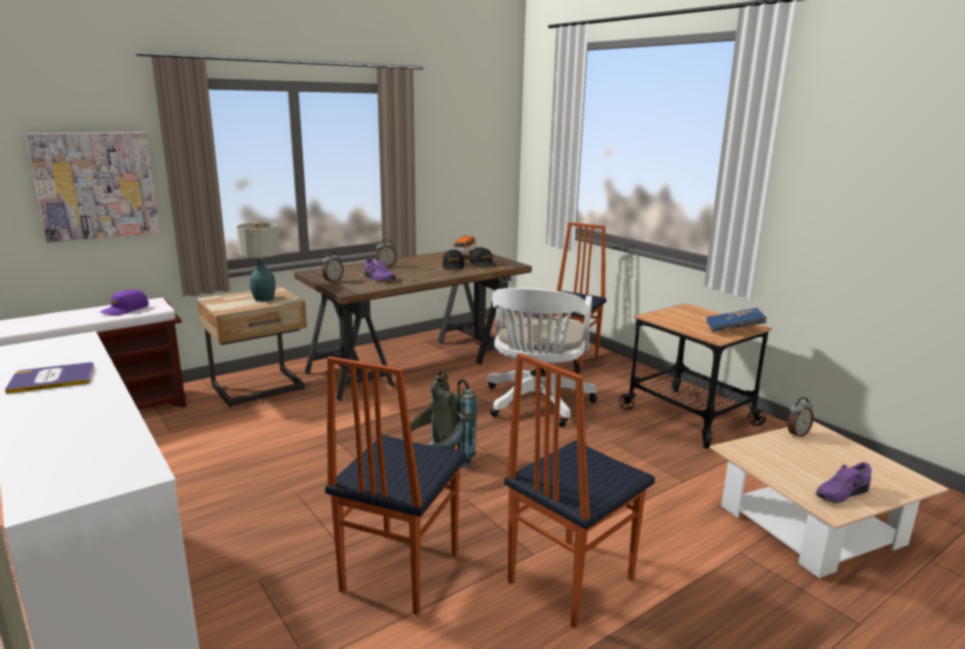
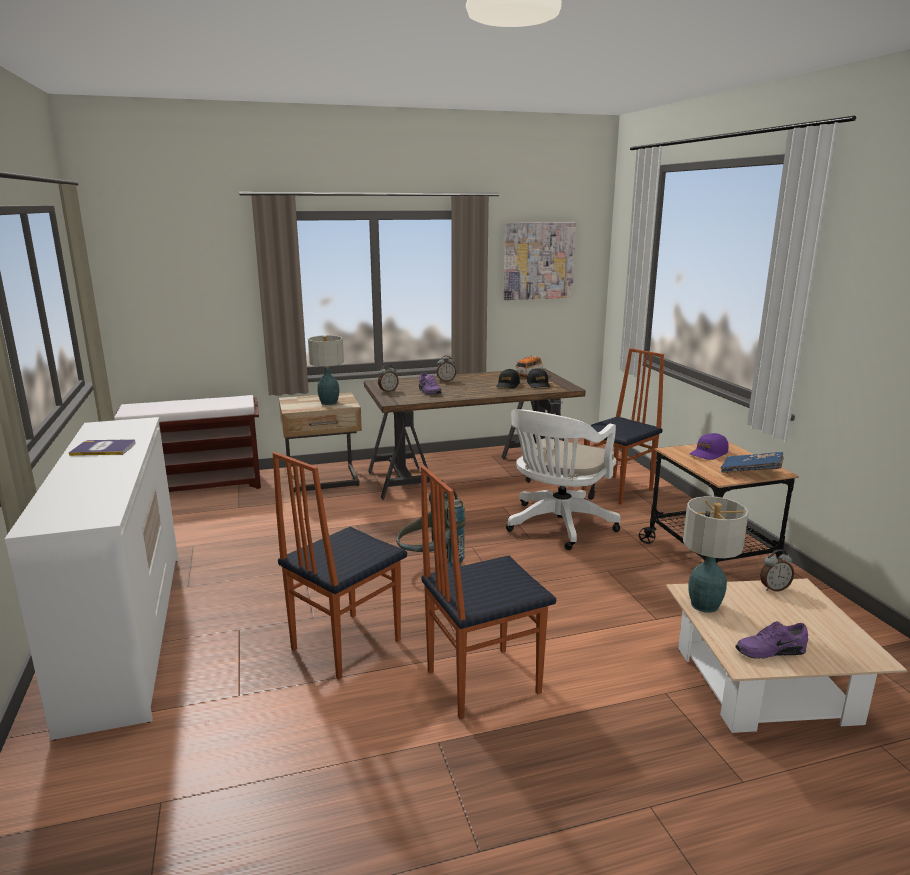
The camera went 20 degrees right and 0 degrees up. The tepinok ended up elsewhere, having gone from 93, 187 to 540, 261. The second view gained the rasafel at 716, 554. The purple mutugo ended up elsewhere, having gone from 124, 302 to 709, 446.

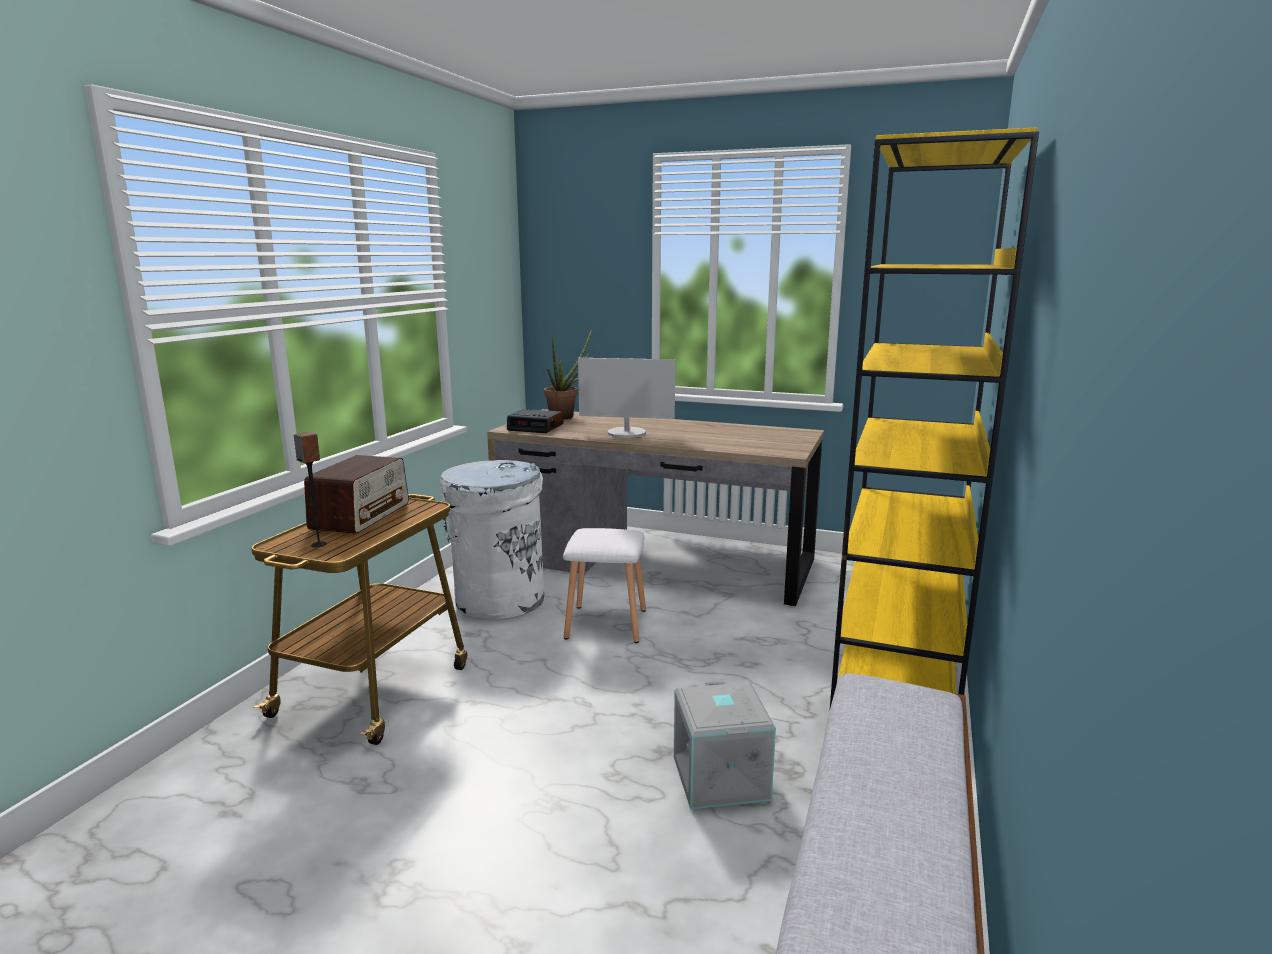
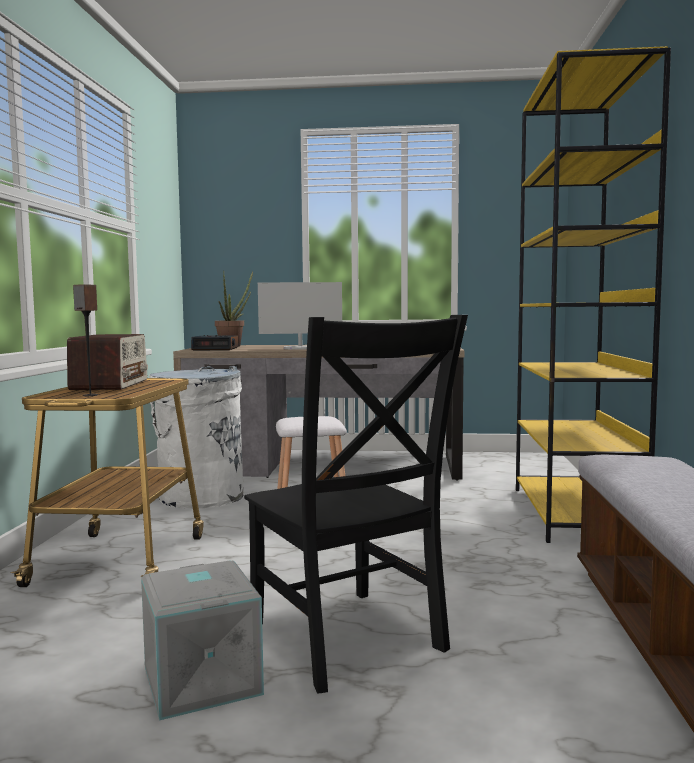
The camera went 15 degrees left and 10 degrees down. The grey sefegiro ended up elsewhere, having gone from 725, 745 to 202, 640. The second view gained the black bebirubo at 356, 504.

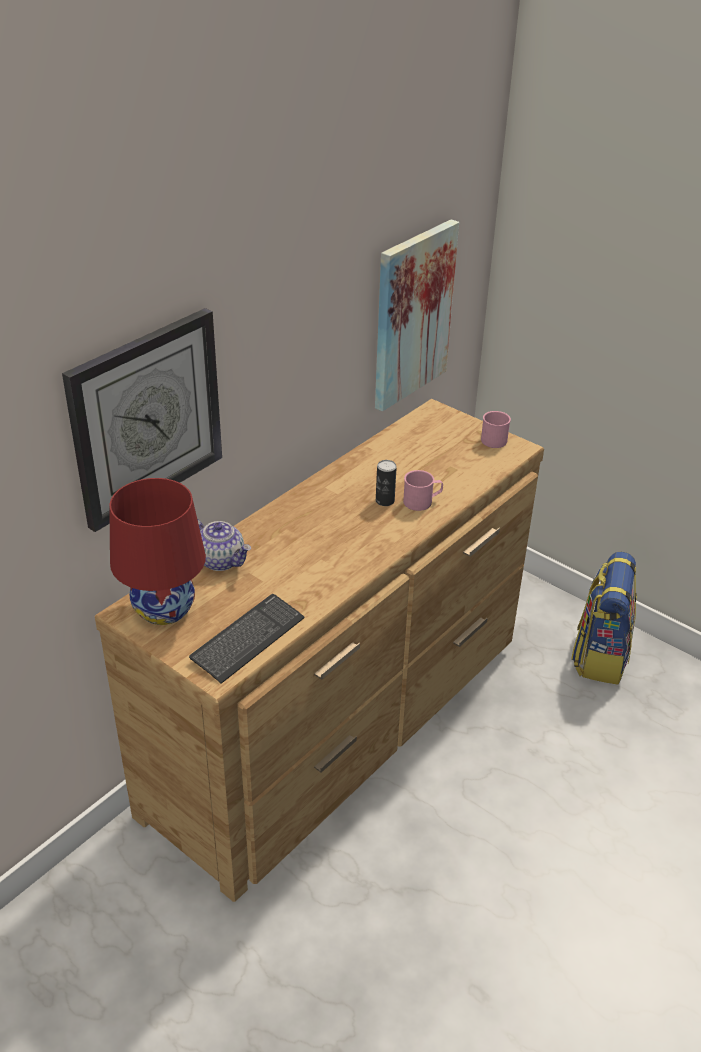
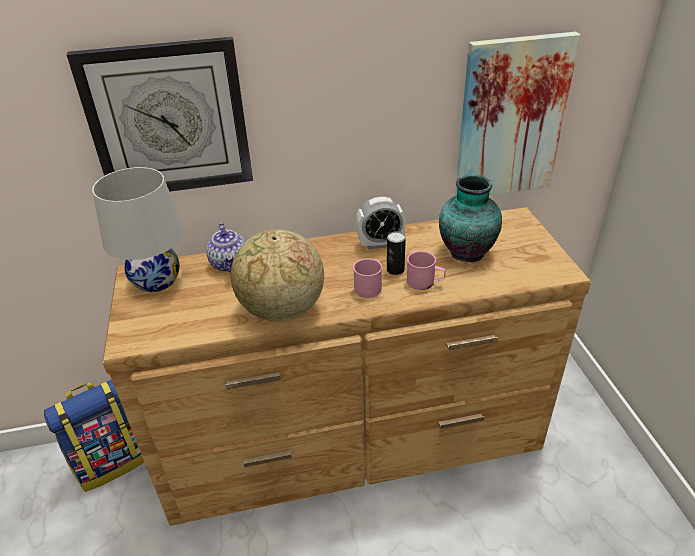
The camera went 40 degrees right and 0 degrees up. The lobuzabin ended up elsewhere, having gone from 604, 618 to 94, 435. What was the red rasafel at 157, 551 turned into the white rasafel at 138, 229. The second view gained the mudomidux at 277, 275. The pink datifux ended up elsewhere, having gone from 496, 429 to 367, 278. The second view gained the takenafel at 381, 223. The second view gained the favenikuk at 470, 218. The second view lost the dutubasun at 247, 639.

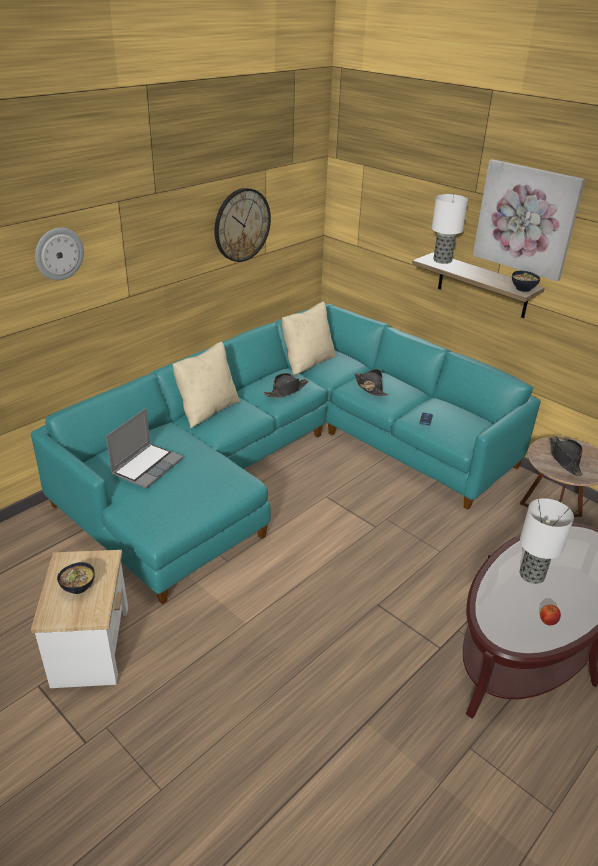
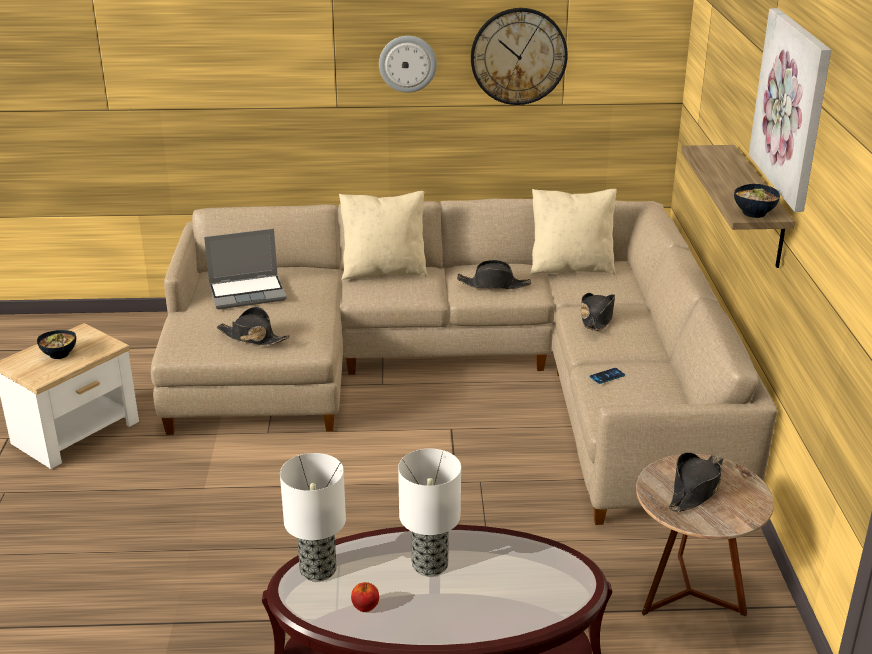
The camera went 45 degrees right and 5 degrees down. What was the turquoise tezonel at 286, 454 turned into the beige tezonel at 464, 362. The second view gained the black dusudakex at 253, 326. The rasafel ended up elsewhere, having gone from 450, 229 to 313, 517. The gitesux ended up elsewhere, having gone from 59, 254 to 408, 64.

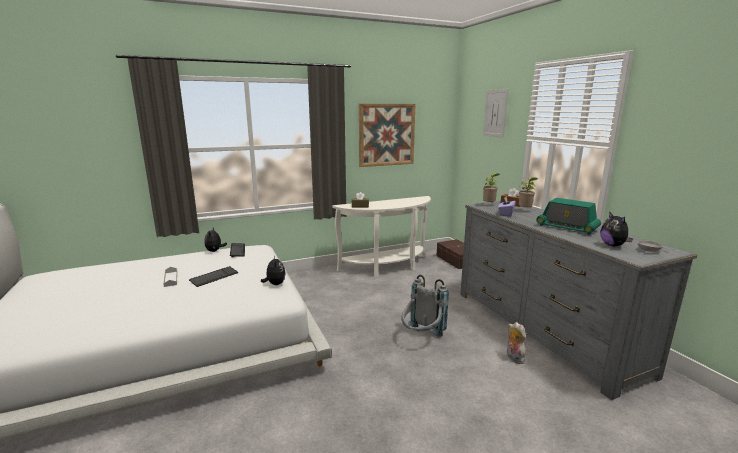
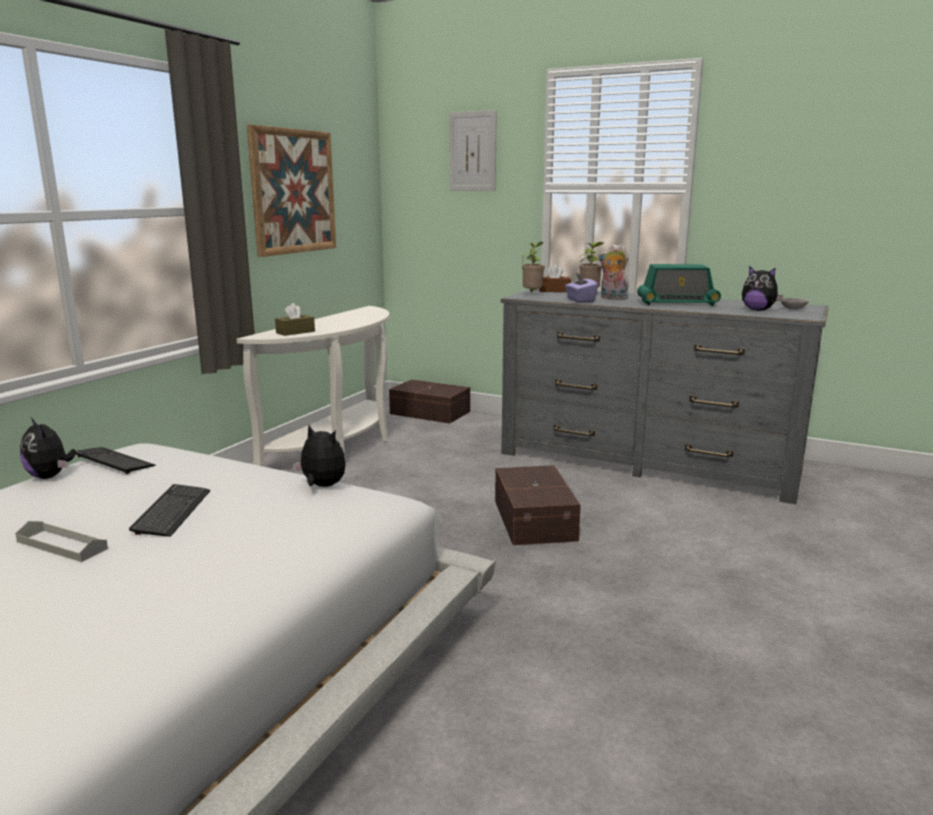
The camera went 40 degrees left and 0 degrees up. Where the grey lobuzabin stood at 425, 306, the brown sefegiro came to stand at 538, 505. The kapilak ended up elsewhere, having gone from 516, 343 to 613, 272.

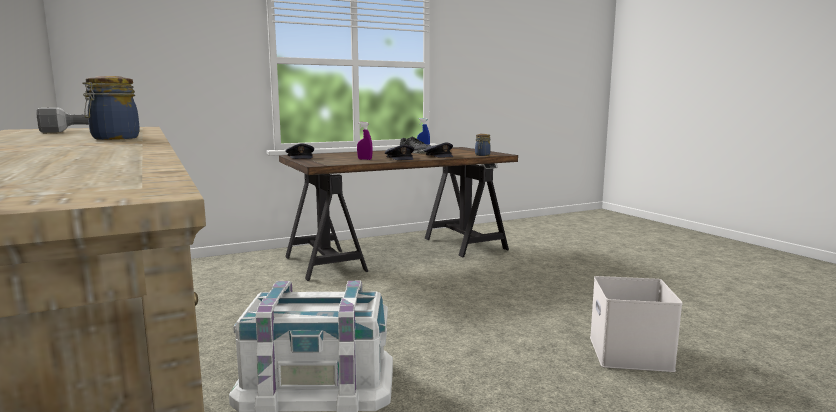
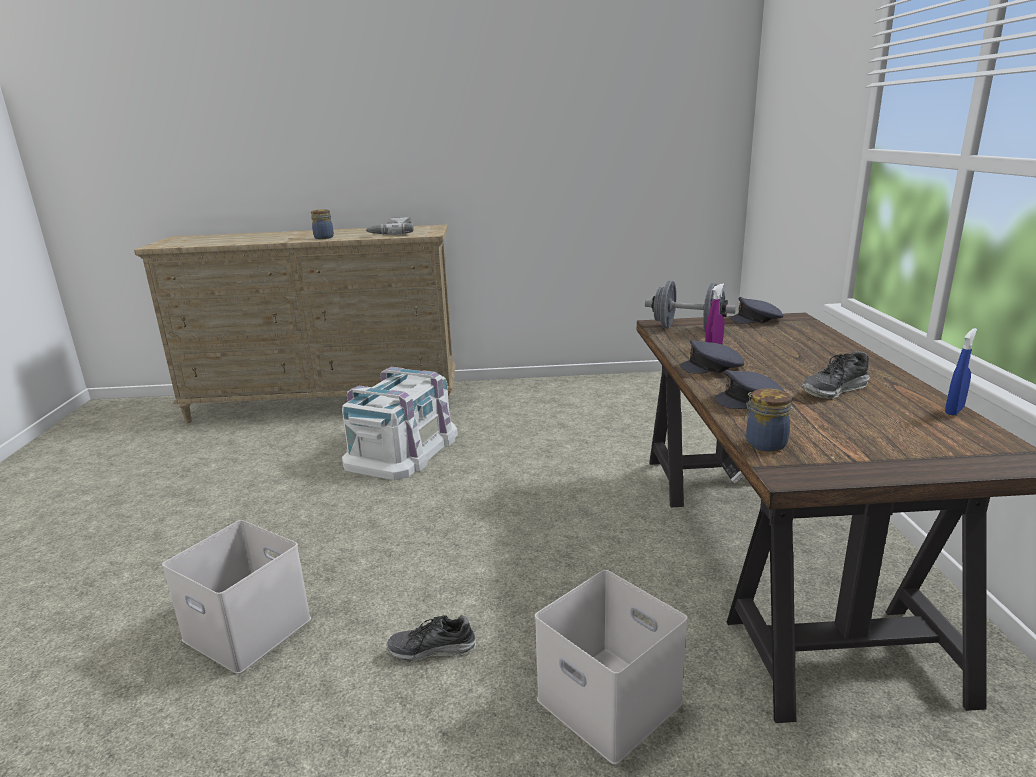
The camera went 115 degrees right and 10 degrees up. The second view gained the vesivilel at 431, 638. The second view gained the white sefegiro at 611, 667. The second view gained the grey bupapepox at 690, 306.

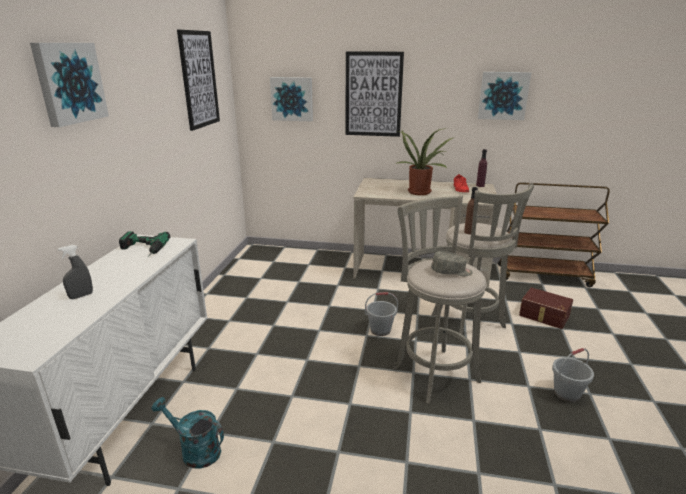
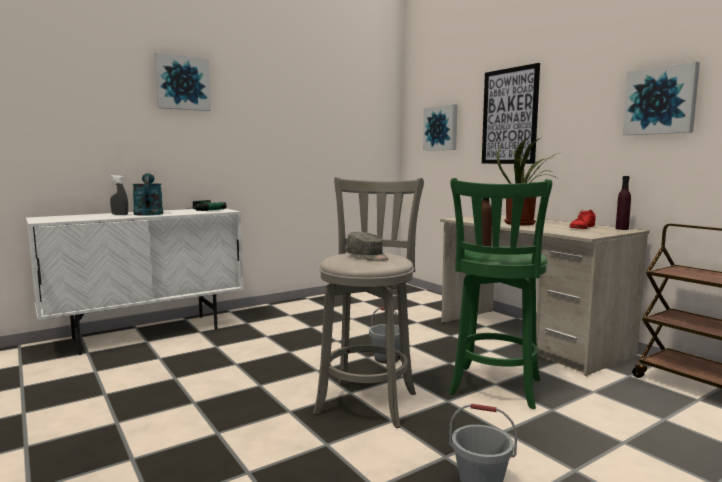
The camera went 45 degrees right and 15 degrees down. The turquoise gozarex ended up elsewhere, having gone from 188, 433 to 147, 194. What was the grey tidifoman at 482, 262 turned into the green tidifoman at 500, 293. The second view lost the tepinok at 198, 80. The second view lost the brown sefegiro at 546, 308.

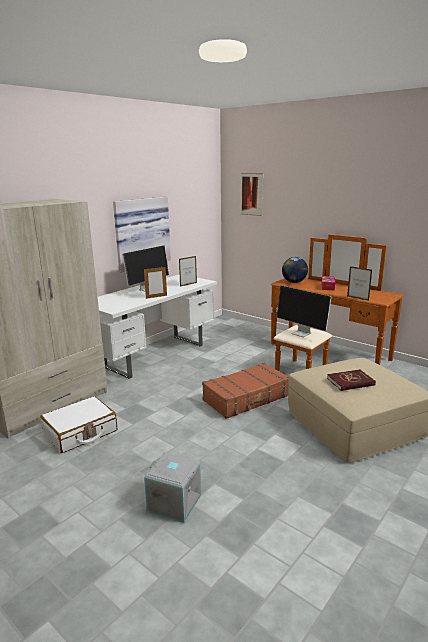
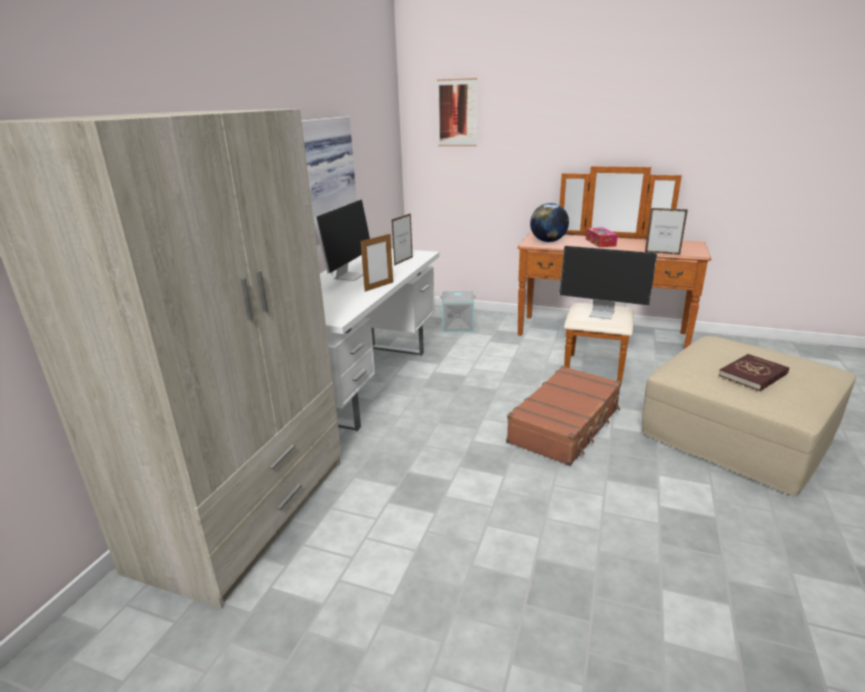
The camera went 20 degrees left and 5 degrees up. The grey sefegiro ended up elsewhere, having gone from 173, 488 to 458, 311. The second view lost the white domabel at 78, 424.

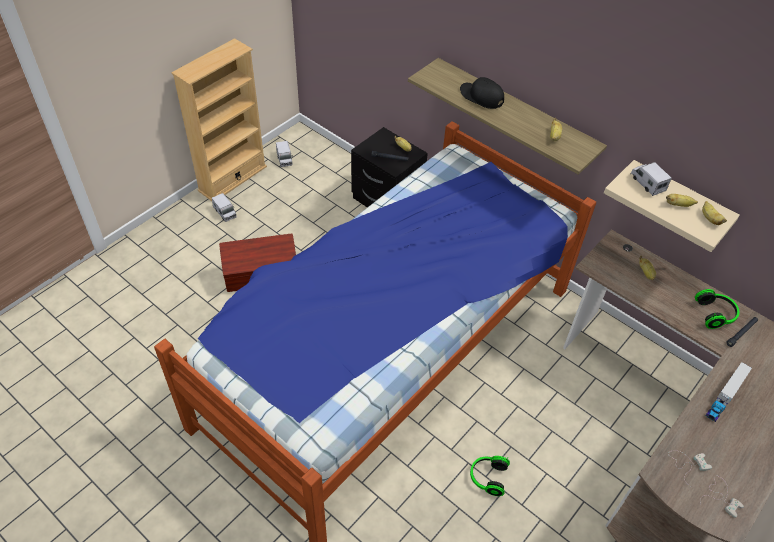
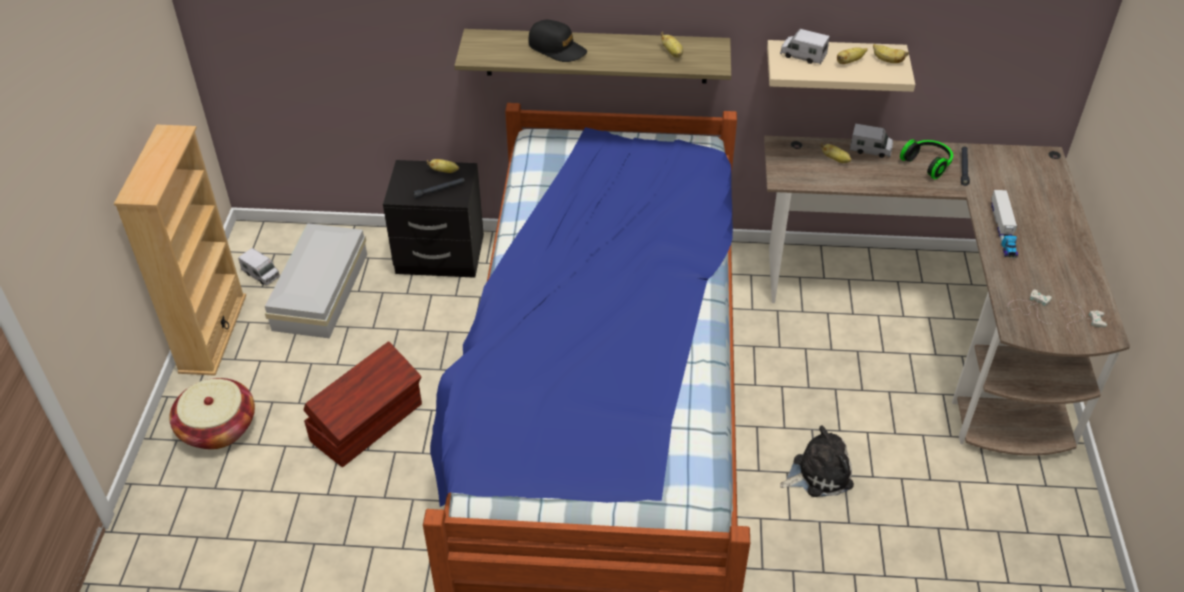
The camera went 35 degrees left and 5 degrees down. The second view gained the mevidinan at 212, 414. The second view gained the white sefegiro at 316, 281. The black mutugo at 482, 93 ended up facing another way, 150 degrees counterclockwise from before. Where the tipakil stood at 490, 476, the kapilak came to stand at 817, 461. The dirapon ended up elsewhere, having gone from 224, 207 to 871, 140.

